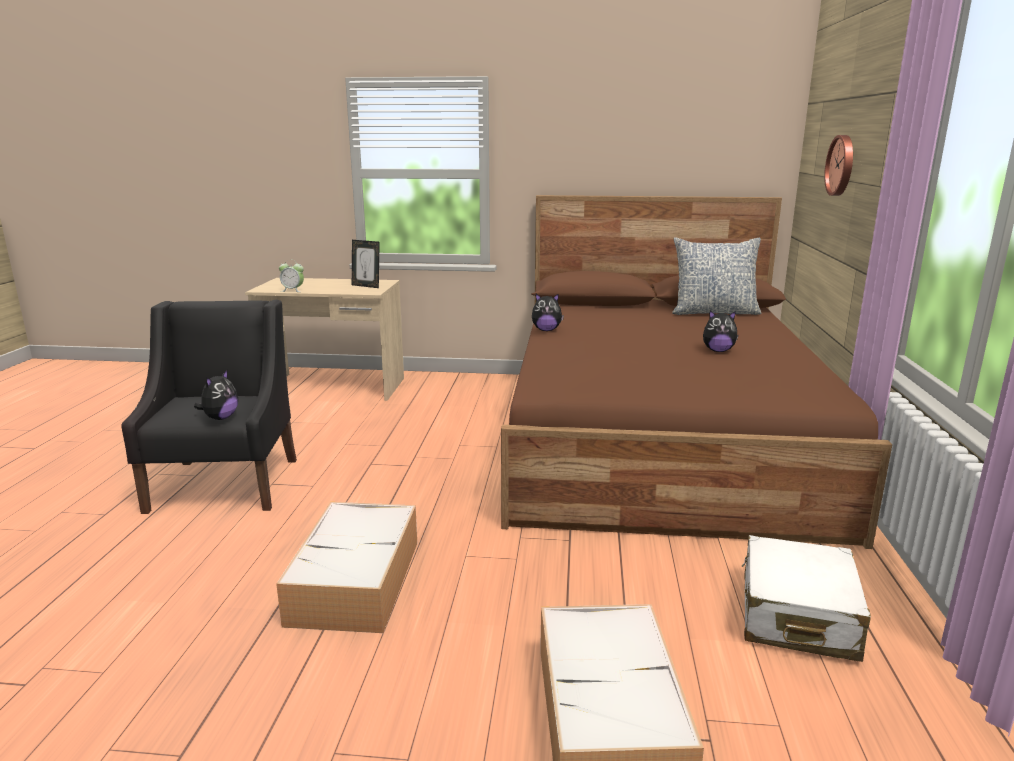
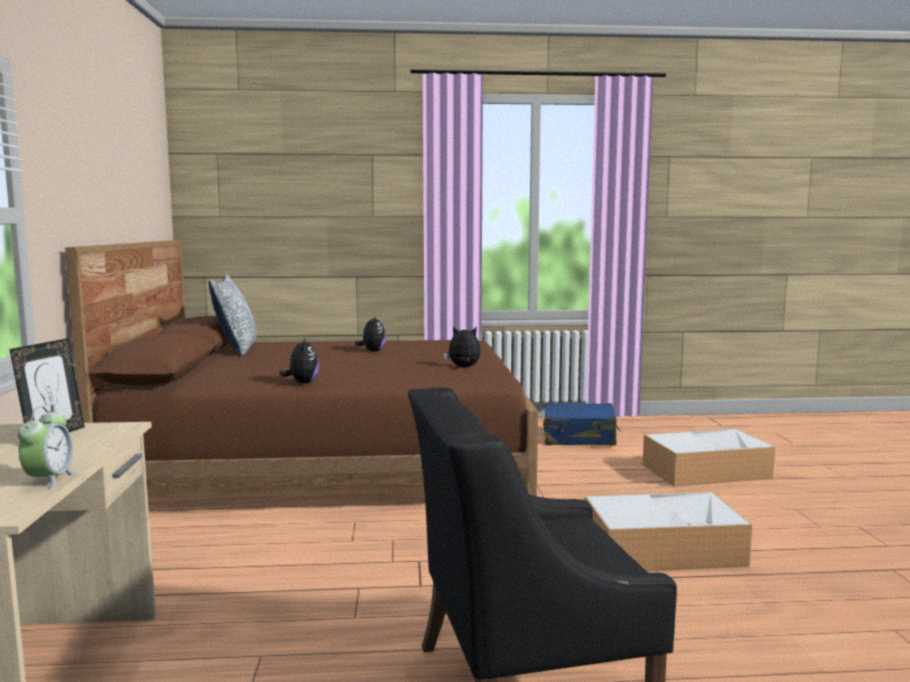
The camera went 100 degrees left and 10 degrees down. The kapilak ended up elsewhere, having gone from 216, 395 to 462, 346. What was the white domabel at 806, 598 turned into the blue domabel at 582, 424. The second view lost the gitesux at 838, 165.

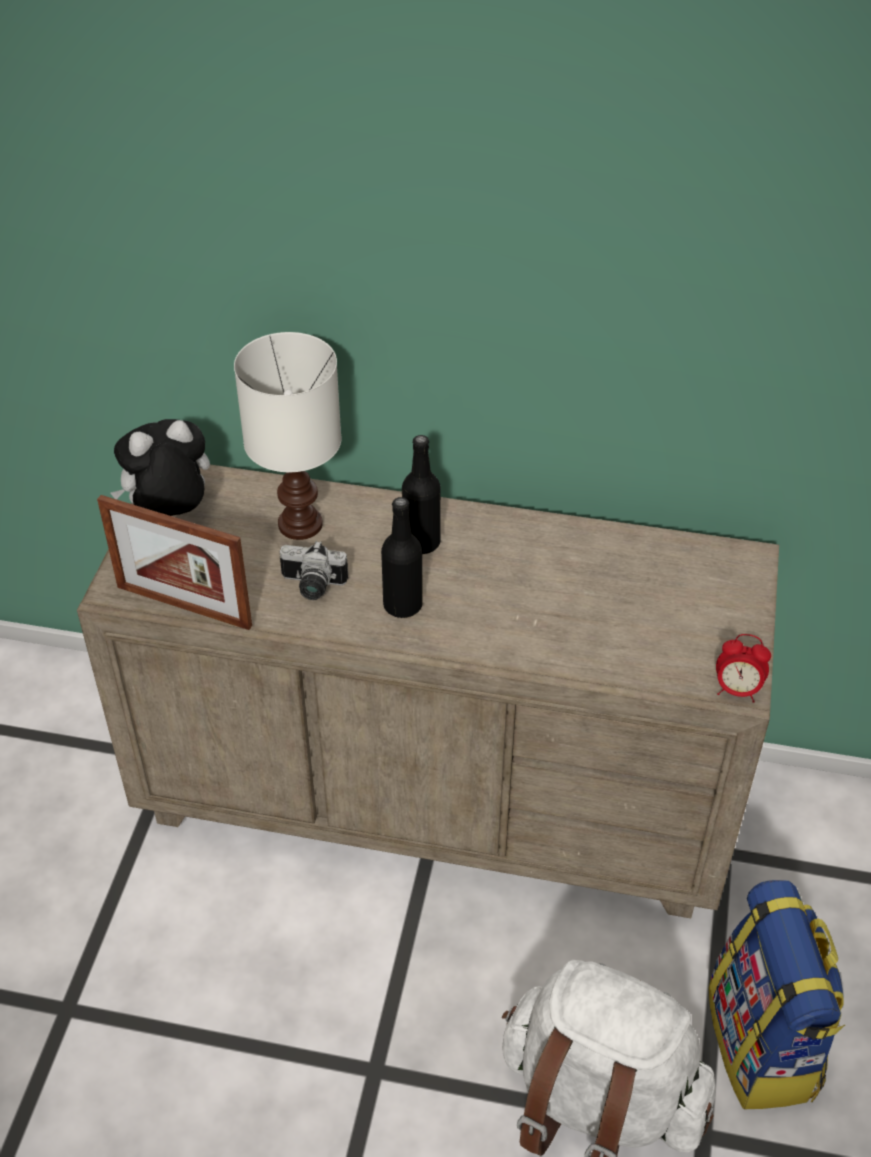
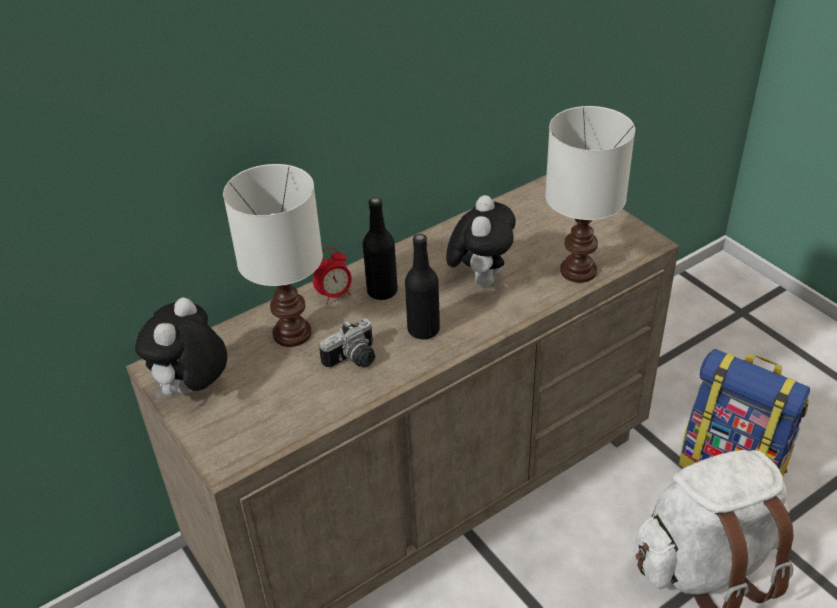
The camera went 45 degrees left and 5 degrees down. The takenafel ended up elsewhere, having gone from 743, 668 to 332, 275. The second view gained the kapilak at 481, 241. The second view gained the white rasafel at 590, 194. The second view lost the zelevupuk at 174, 562.

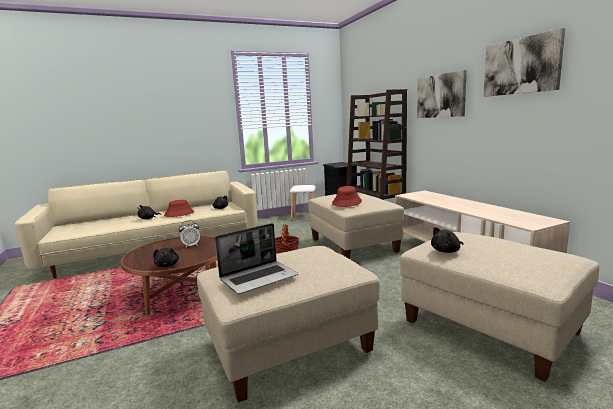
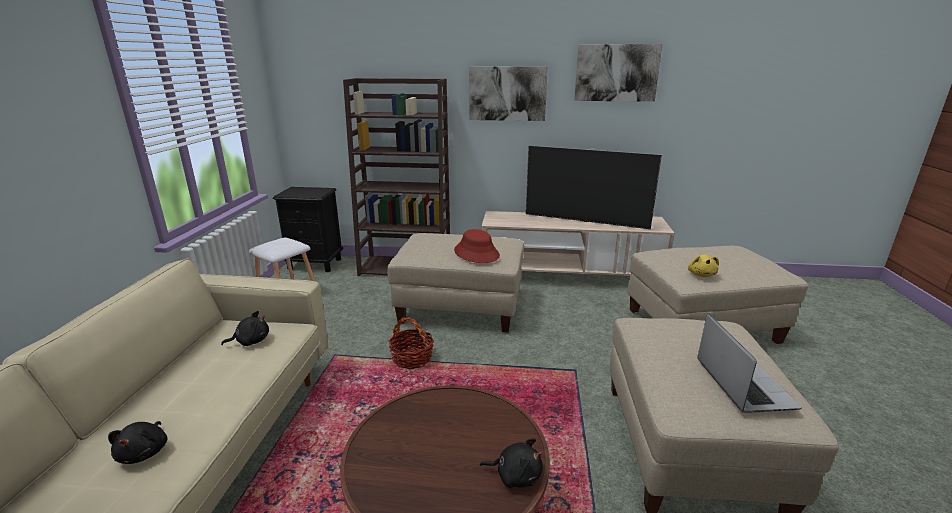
The camera went 60 degrees left and 10 degrees up. The second view gained the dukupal at 593, 187. What was the black kapilak at 447, 240 turned into the yellow kapilak at 703, 266. The second view lost the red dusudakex at 179, 208. The second view lost the takenafel at 189, 233.

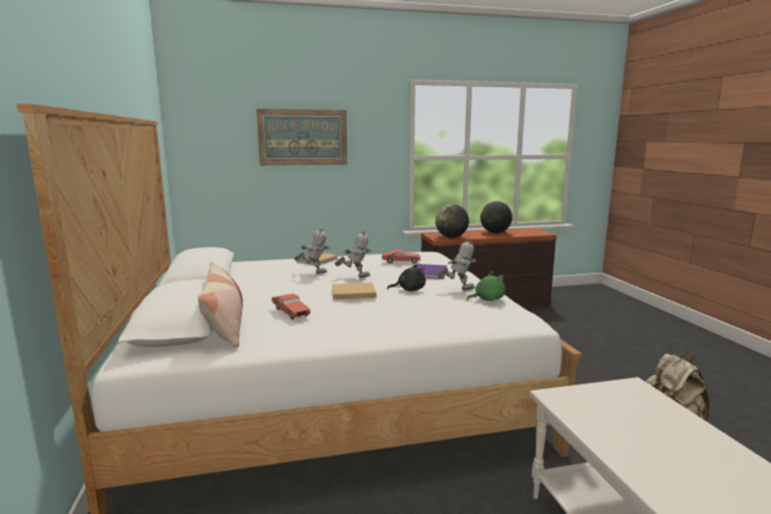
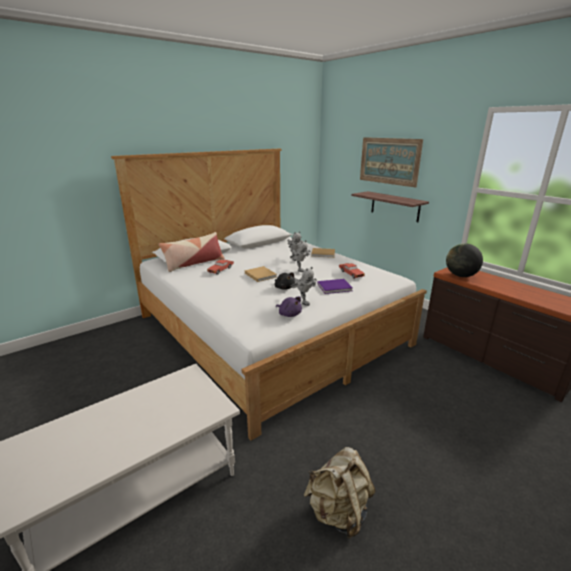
The camera went 65 degrees right and 10 degrees up. What was the green kapilak at 486, 286 turned into the purple kapilak at 289, 306. The second view gained the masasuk at 390, 206. The second view lost the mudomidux at 496, 217.

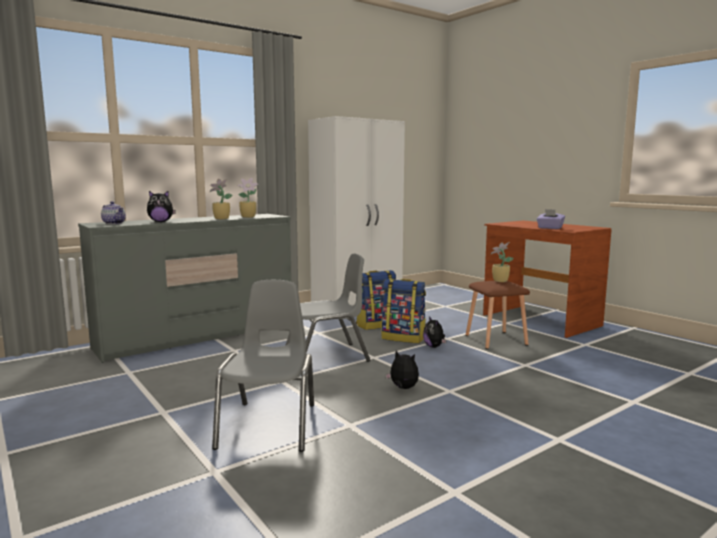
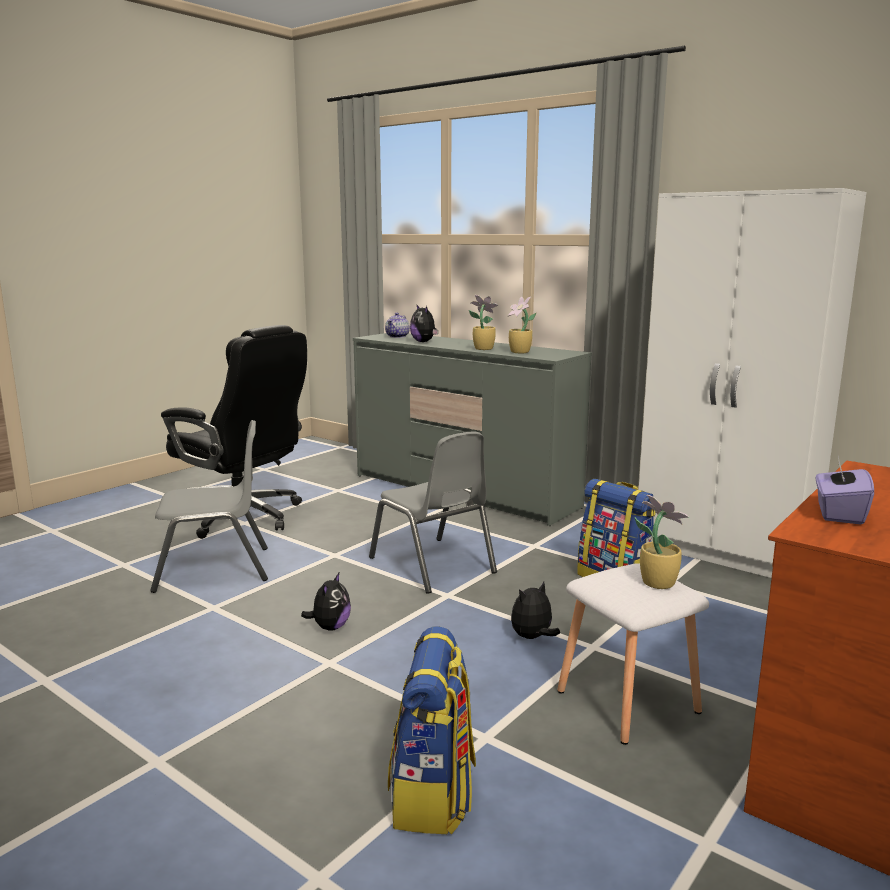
The camera went 75 degrees right and 5 degrees up. The second view gained the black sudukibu at 234, 432. The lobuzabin ended up elsewhere, having gone from 403, 311 to 432, 730. What was the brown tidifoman at 498, 315 turned into the white tidifoman at 633, 654.

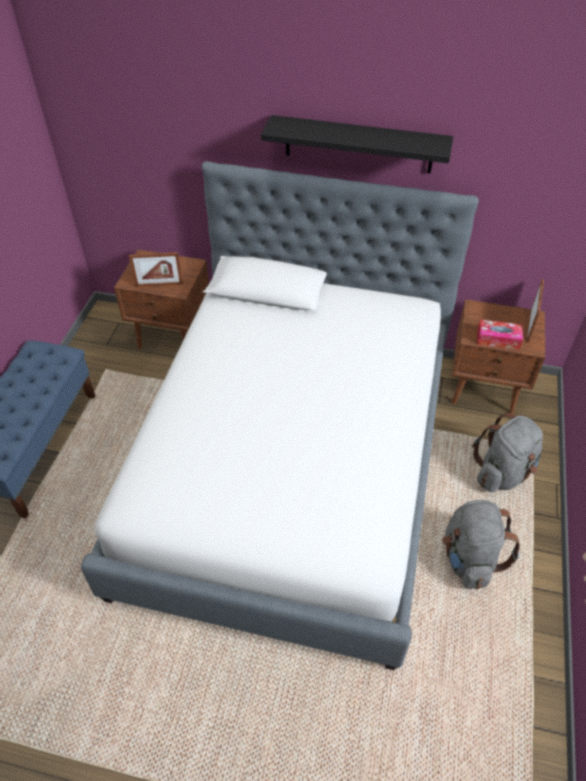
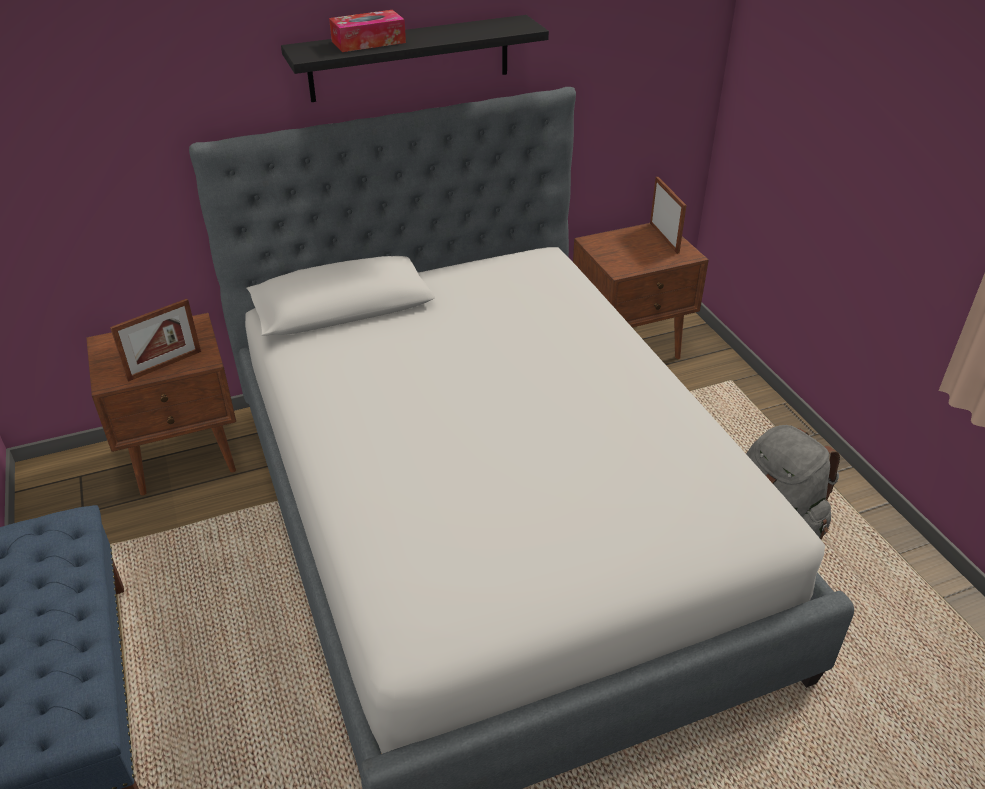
The camera went 35 degrees left and 10 degrees down. The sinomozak ended up elsewhere, having gone from 500, 334 to 367, 31. The second view lost the grey lobuzabin at 507, 452.

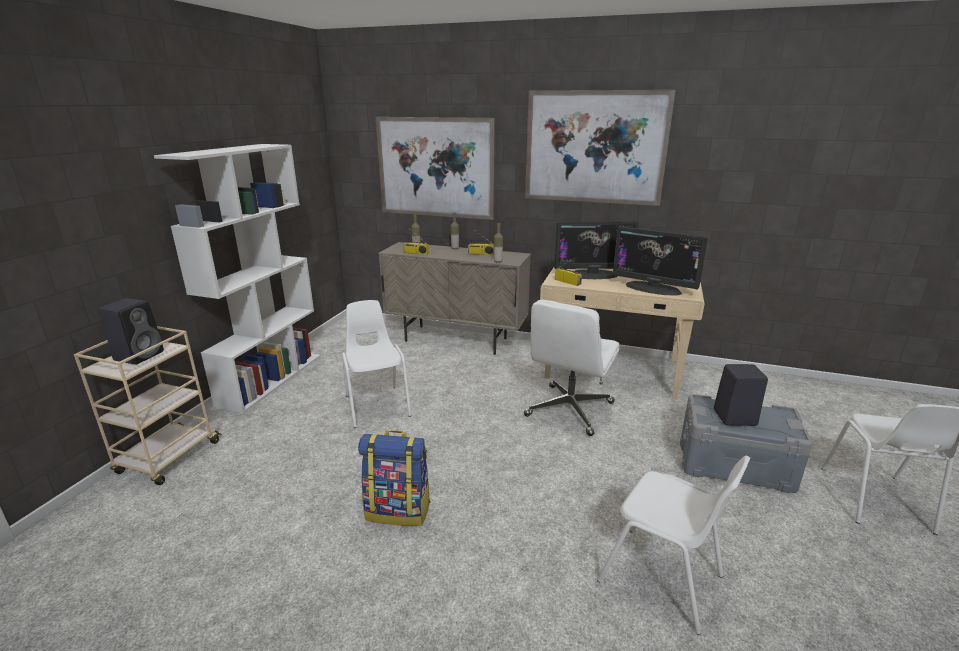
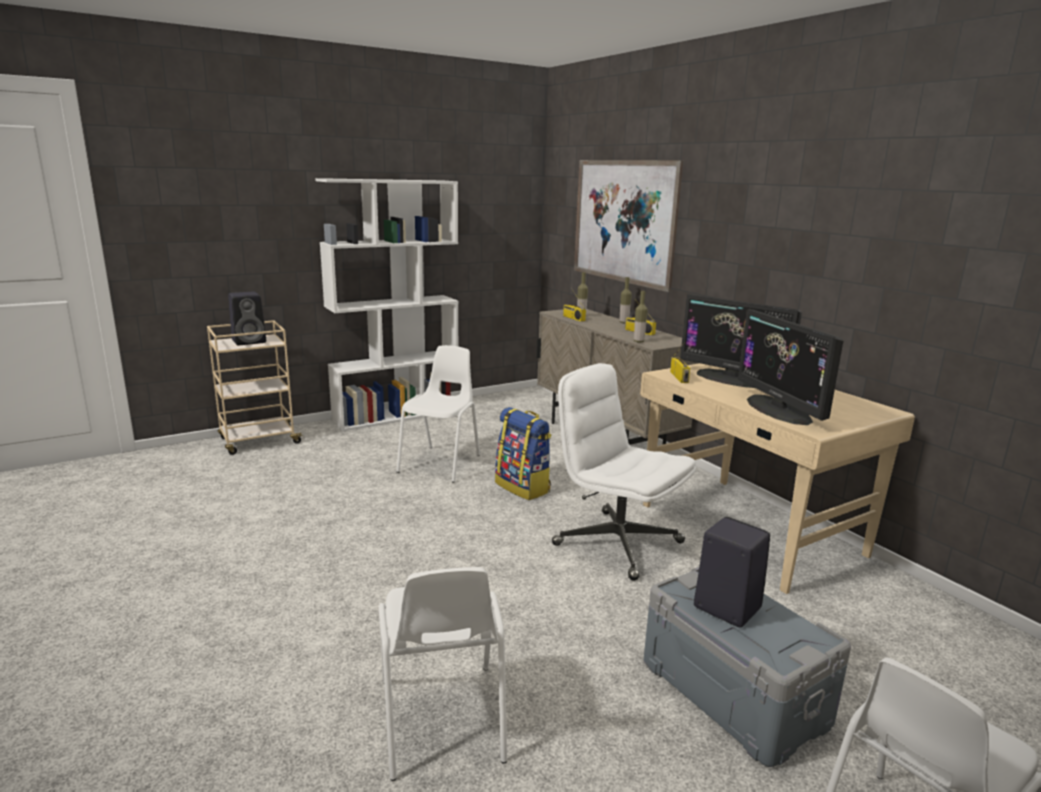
The camera went 40 degrees right and 5 degrees down. The lobuzabin ended up elsewhere, having gone from 394, 478 to 523, 453. The white sudukibu at 572, 368 ended up facing another way, 60 degrees clockwise from before. The second view lost the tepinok at 600, 148.

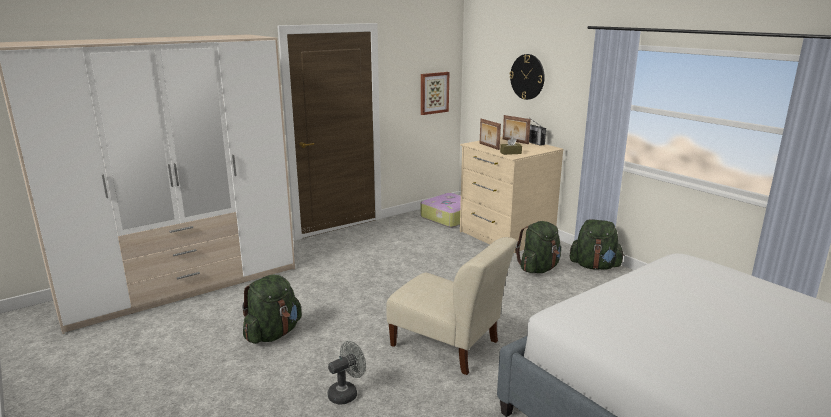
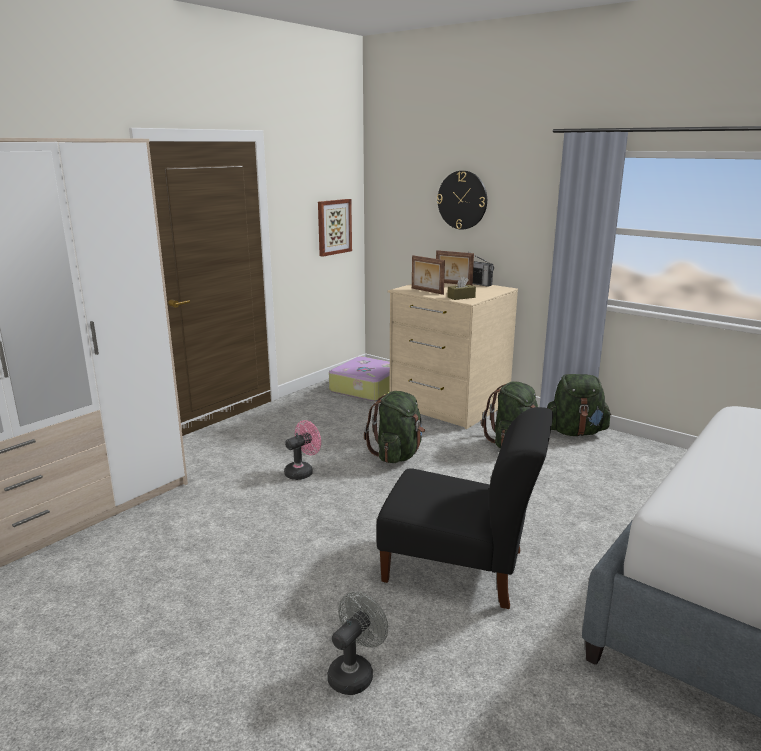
The camera went 15 degrees left and 0 degrees up. The second view gained the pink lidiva at 302, 450. The green lobuzabin ended up elsewhere, having gone from 272, 309 to 394, 427. What was the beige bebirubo at 451, 306 turned into the black bebirubo at 464, 508.

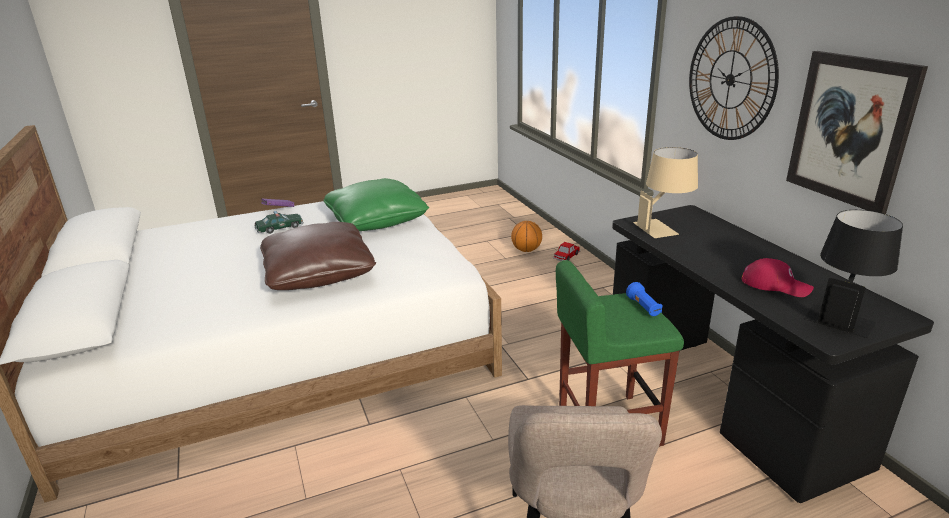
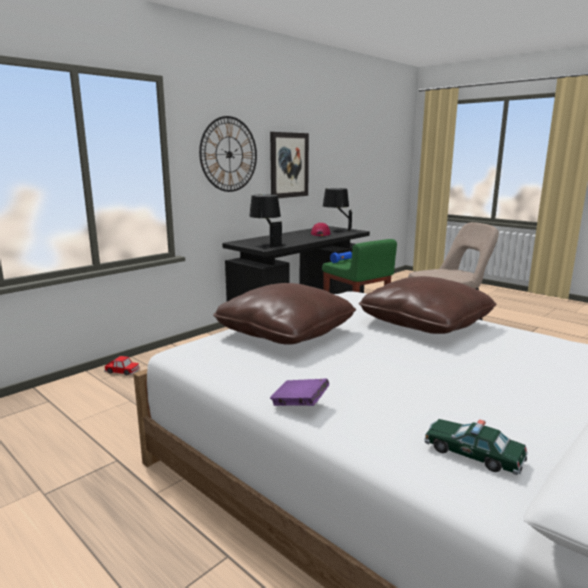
The camera went 115 degrees left and 10 degrees down. What was the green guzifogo at 376, 204 turned into the brown guzifogo at 284, 313. What was the beige rasafel at 665, 192 turned into the black rasafel at 267, 221. The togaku ended up elsewhere, having gone from 278, 222 to 476, 447. The second view lost the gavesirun at 526, 236.

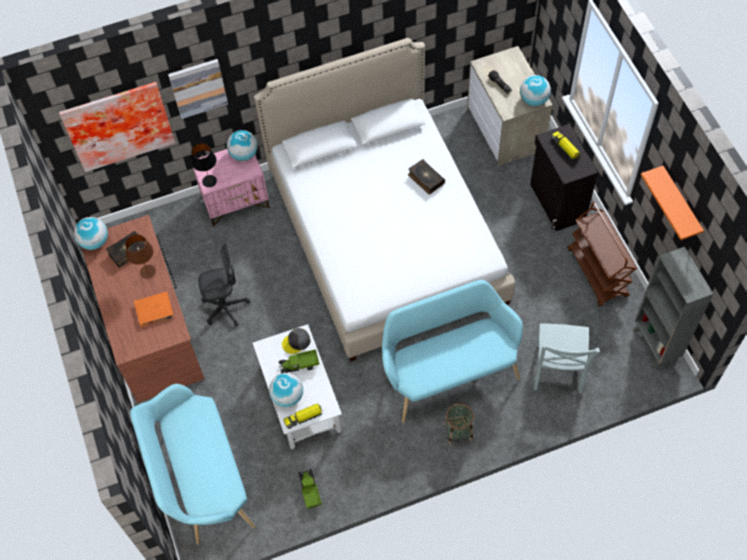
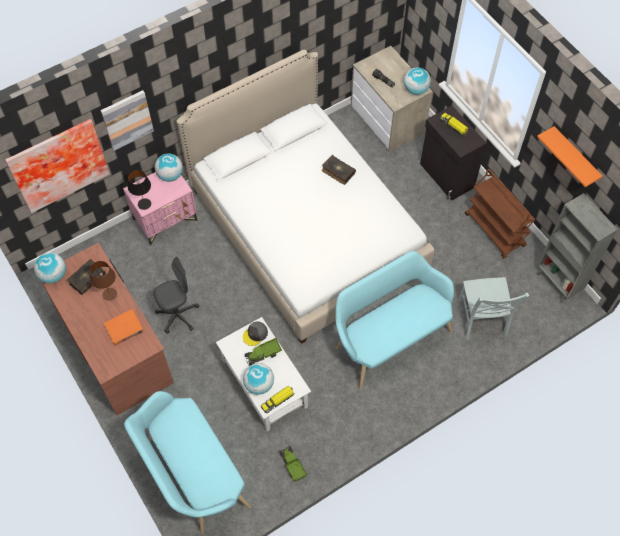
The camera went 15 degrees left and 0 degrees up. The second view lost the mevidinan at 459, 424.

